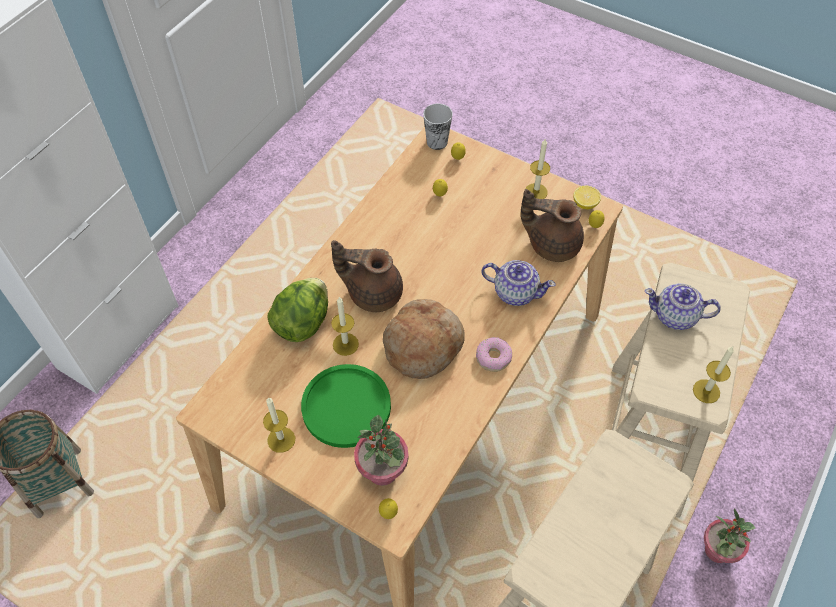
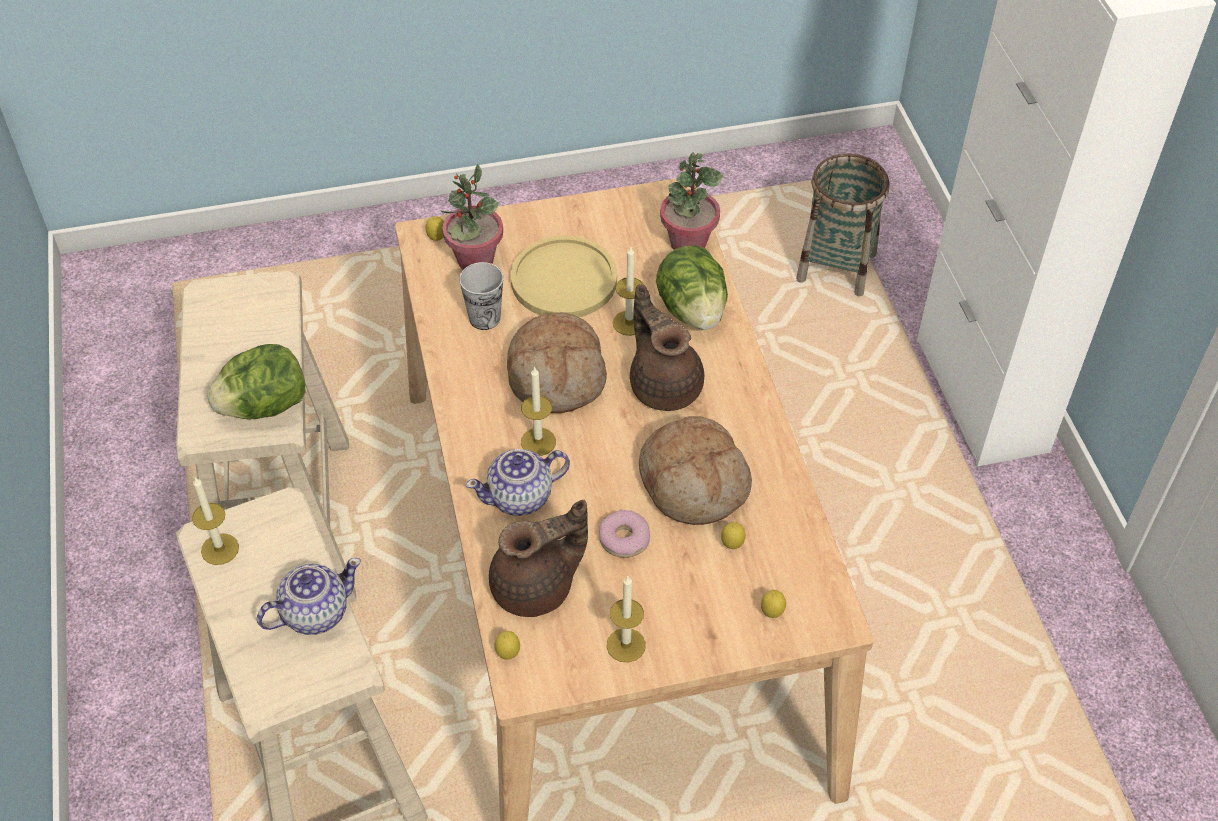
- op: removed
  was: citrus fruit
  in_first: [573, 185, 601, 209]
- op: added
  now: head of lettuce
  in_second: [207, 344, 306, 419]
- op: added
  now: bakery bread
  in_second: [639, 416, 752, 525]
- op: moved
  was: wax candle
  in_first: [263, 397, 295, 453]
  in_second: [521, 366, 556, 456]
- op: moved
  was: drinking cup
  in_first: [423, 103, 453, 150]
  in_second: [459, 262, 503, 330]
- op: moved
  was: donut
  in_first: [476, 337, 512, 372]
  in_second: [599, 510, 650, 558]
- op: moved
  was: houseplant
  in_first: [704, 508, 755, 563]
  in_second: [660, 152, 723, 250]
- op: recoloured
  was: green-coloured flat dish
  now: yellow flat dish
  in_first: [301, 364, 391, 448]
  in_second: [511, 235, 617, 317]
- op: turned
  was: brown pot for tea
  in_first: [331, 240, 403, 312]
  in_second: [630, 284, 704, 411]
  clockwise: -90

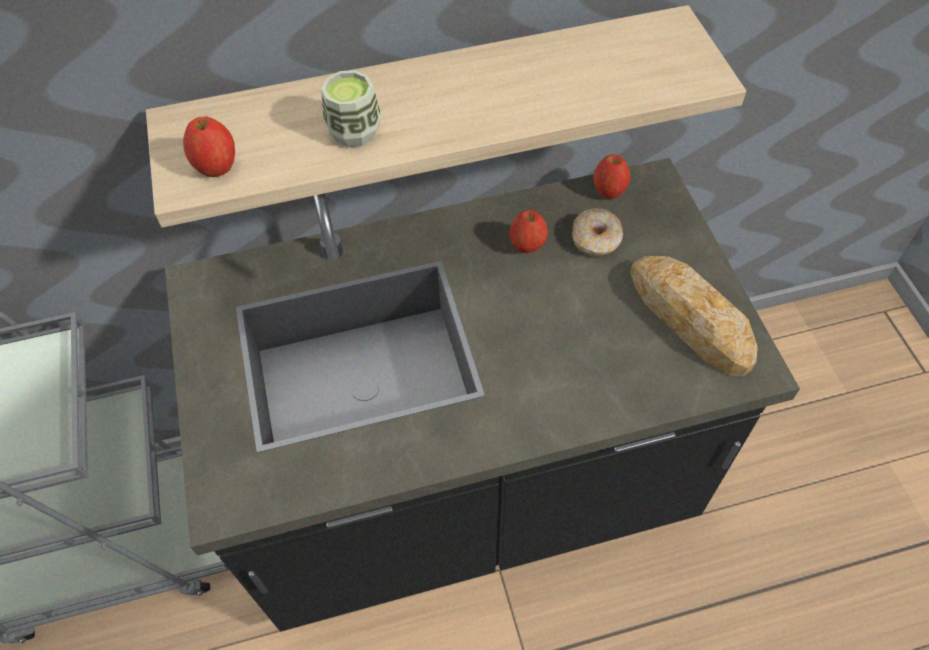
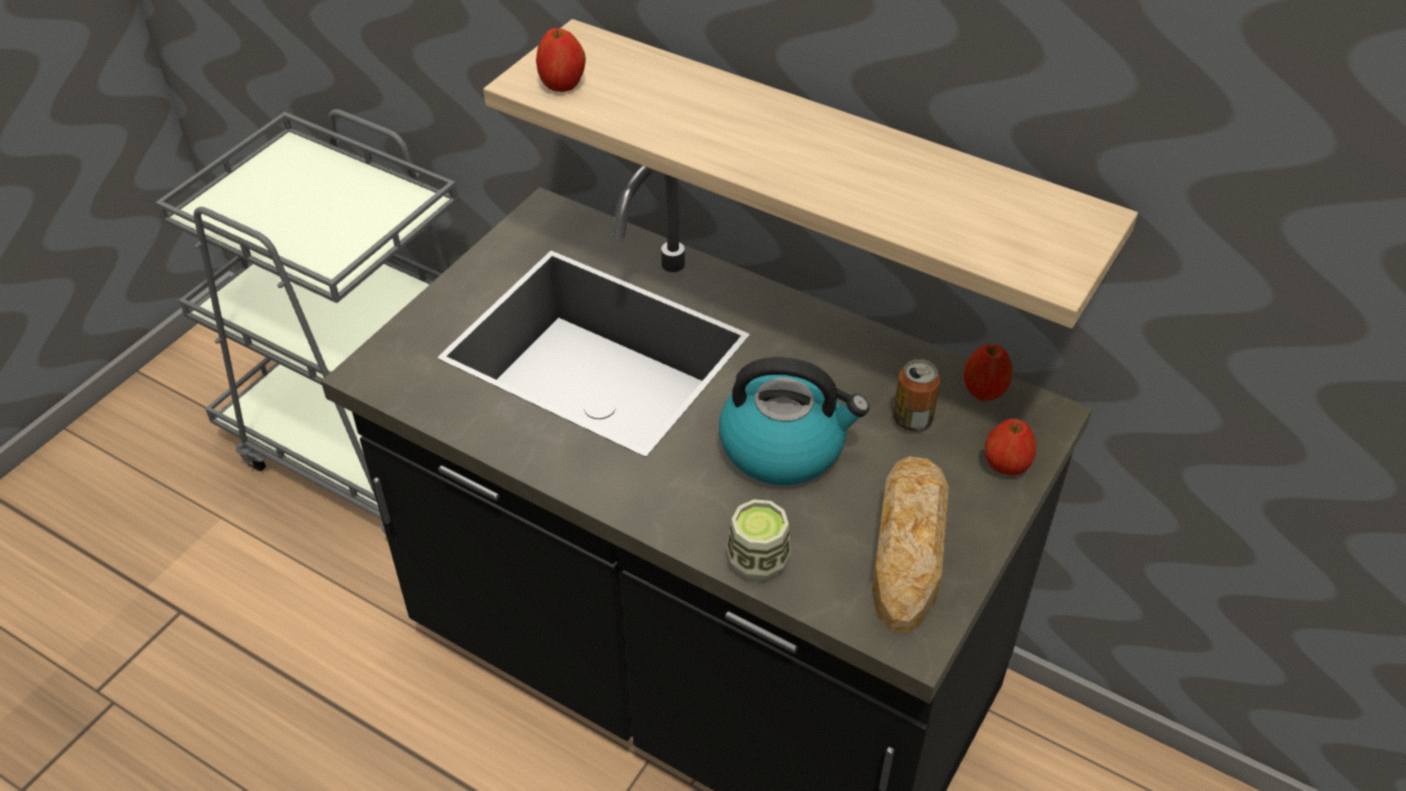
- op: added
  now: kettle
  in_second: [719, 357, 869, 485]
- op: moved
  was: drinking cup
  in_first: [321, 70, 382, 147]
  in_second: [726, 499, 791, 581]
- op: moved
  was: apple
  in_first: [510, 210, 548, 253]
  in_second: [985, 419, 1036, 476]
- op: replaced
  was: donut
  now: can
  in_first: [572, 208, 623, 257]
  in_second: [893, 359, 941, 431]

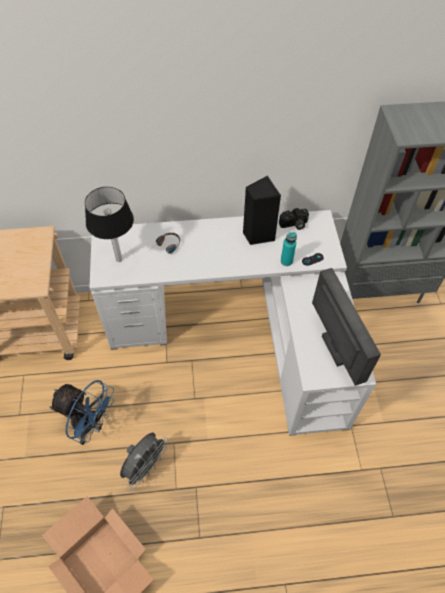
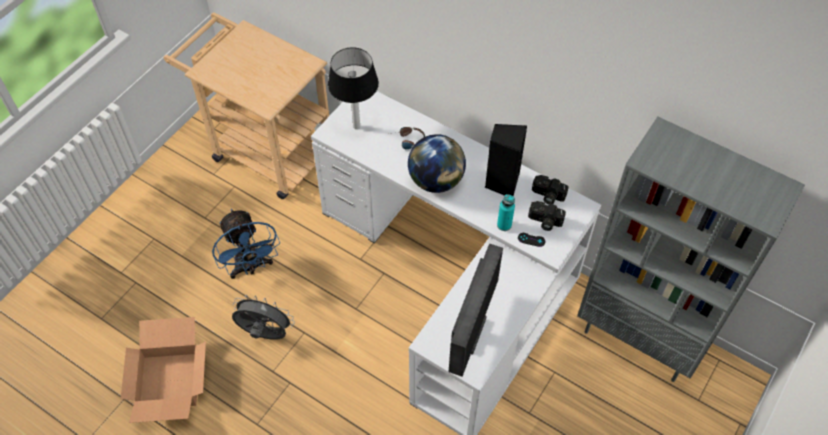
- op: added
  now: desk globe
  in_second: [408, 134, 466, 193]
- op: added
  now: still camera
  in_second: [528, 201, 566, 231]
- op: turned
  was: greyish electric fan
  in_first: [120, 433, 168, 489]
  in_second: [232, 295, 295, 340]
  clockwise: -150

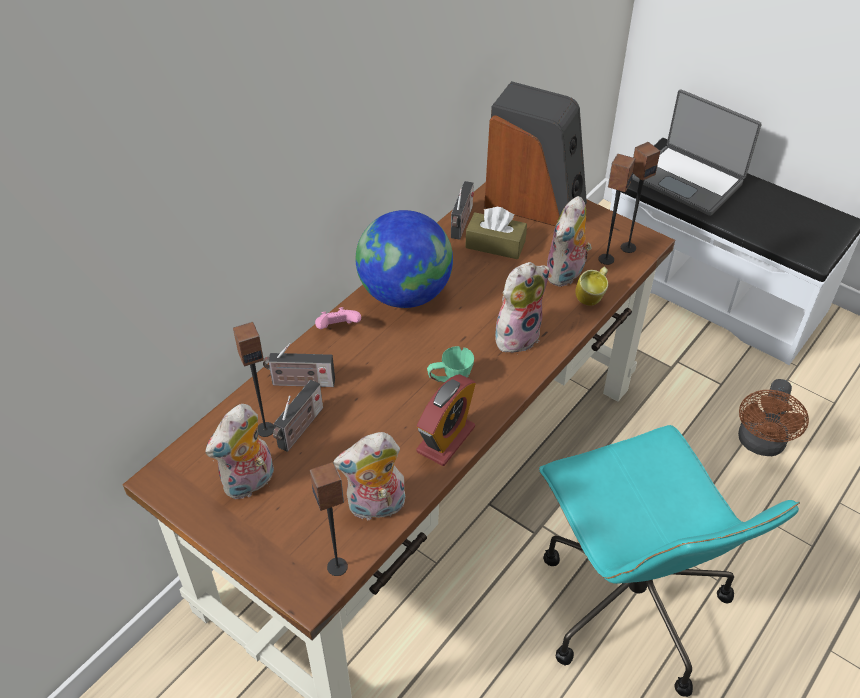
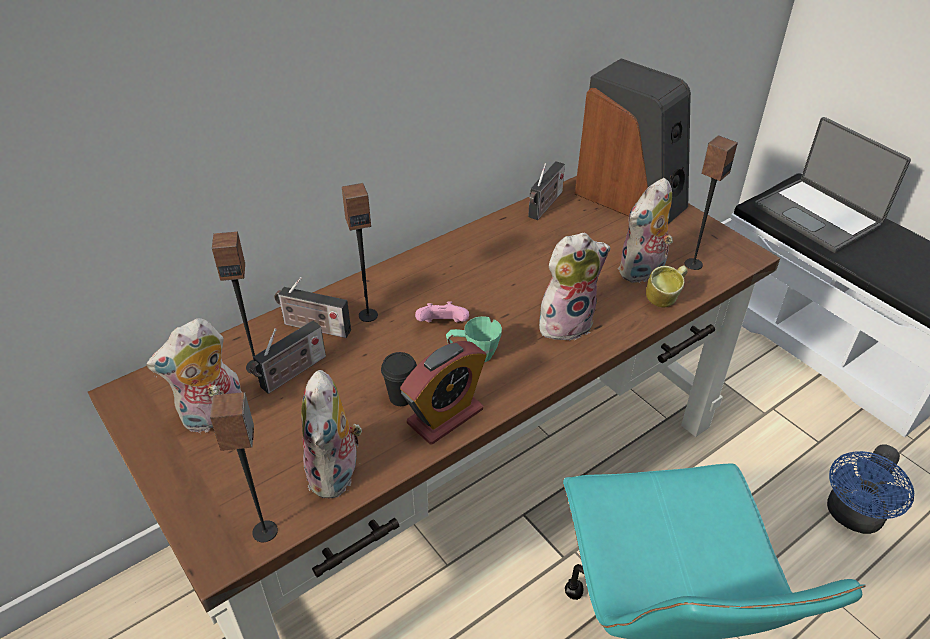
- op: removed
  was: desk globe
  in_first: [356, 210, 453, 308]
- op: removed
  was: brown box of tissues
  in_first: [465, 207, 527, 259]
- op: added
  now: black-coloured drinking cup
  in_second: [381, 352, 417, 406]
- op: moved
  was: pink-coloured gamepad
  in_first: [315, 307, 361, 329]
  in_second: [415, 301, 469, 322]
- op: moved
  was: loudspeaker
  in_first: [621, 142, 660, 253]
  in_second: [342, 183, 378, 322]
- op: recoloured
  was: brown electric fan
  now: blue-coloured electric fan
  in_first: [738, 379, 809, 456]
  in_second: [827, 444, 914, 534]
- op: turned
  was: cuddly toy
  in_first: [333, 432, 405, 521]
  in_second: [301, 370, 362, 499]
  clockwise: -90

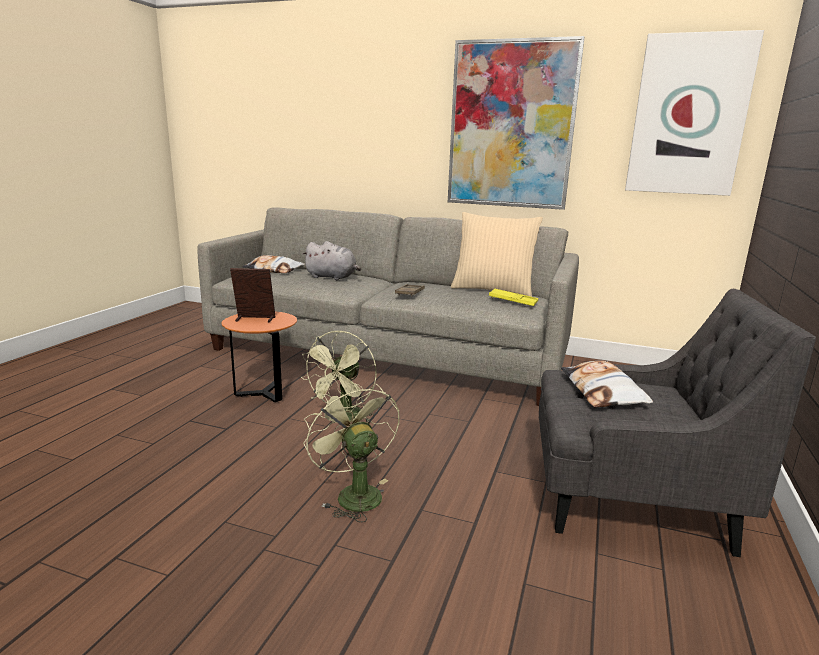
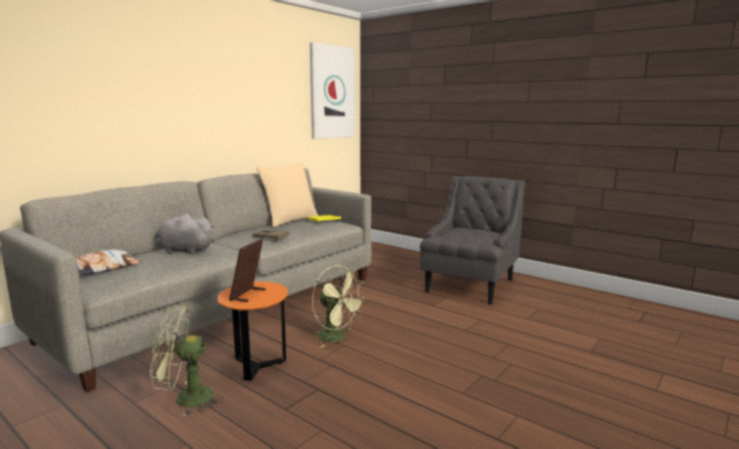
- op: removed
  was: wall art
  in_first: [448, 36, 585, 210]
- op: removed
  was: cushion
  in_first: [561, 361, 653, 407]
- op: moved
  was: green-coloured electric fan
  in_first: [304, 381, 400, 522]
  in_second: [150, 306, 223, 416]
- op: turned
  was: greyish cuddly toy
  in_first: [302, 241, 361, 280]
  in_second: [155, 214, 214, 254]
  clockwise: -120

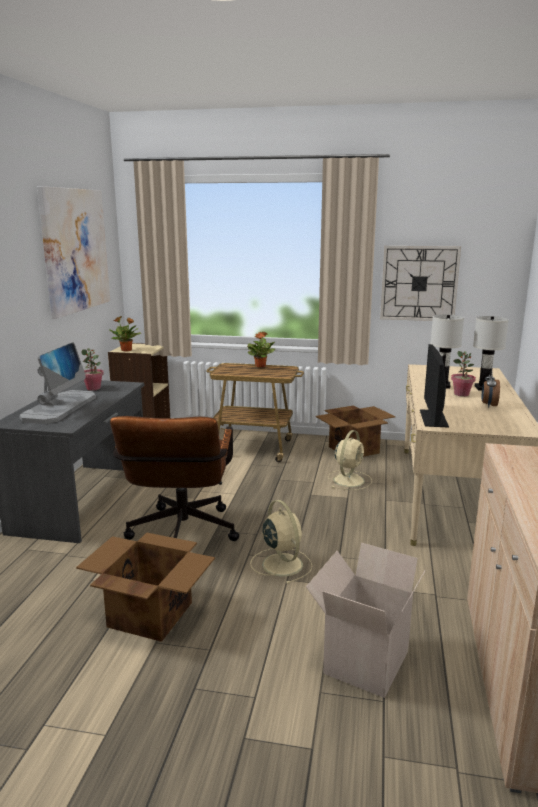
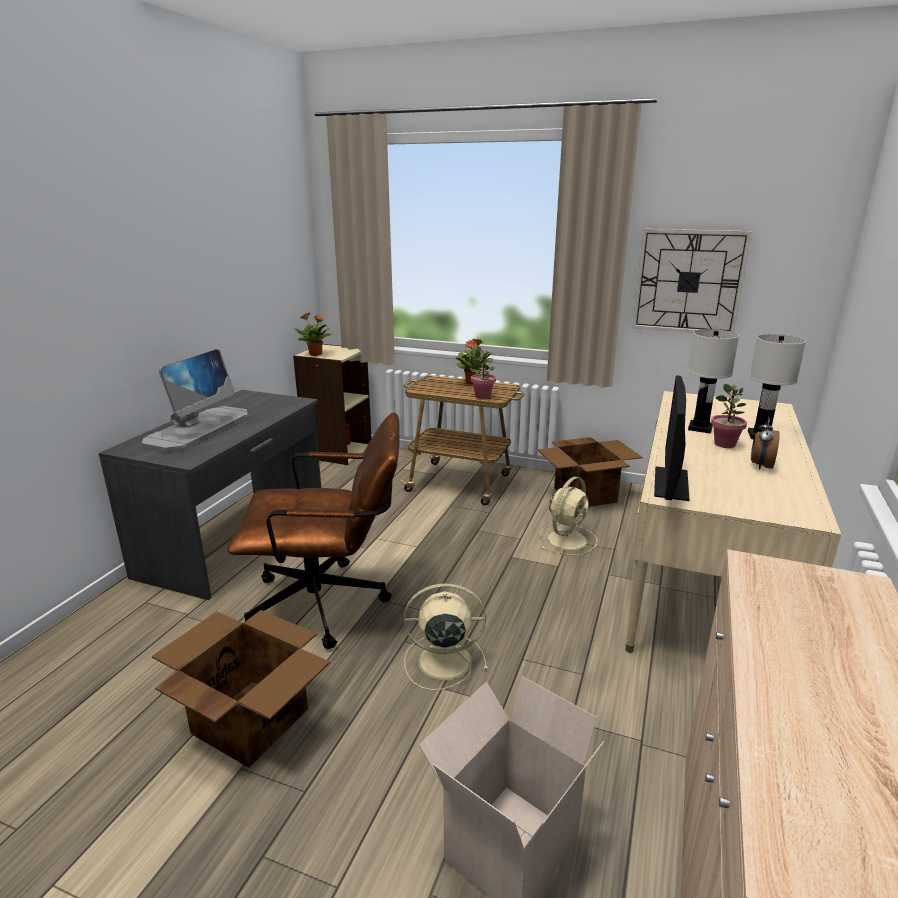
- op: removed
  was: wall art
  in_first: [37, 186, 110, 319]
- op: moved
  was: houseplant
  in_first: [81, 348, 104, 391]
  in_second: [471, 350, 496, 399]
- op: turned
  was: brown office chair
  in_first: [110, 416, 239, 541]
  in_second: [227, 412, 400, 649]
  clockwise: -105
- op: turned
  was: beige-coloured electric fan
  in_first: [250, 500, 313, 584]
  in_second: [404, 583, 488, 690]
  clockwise: -75

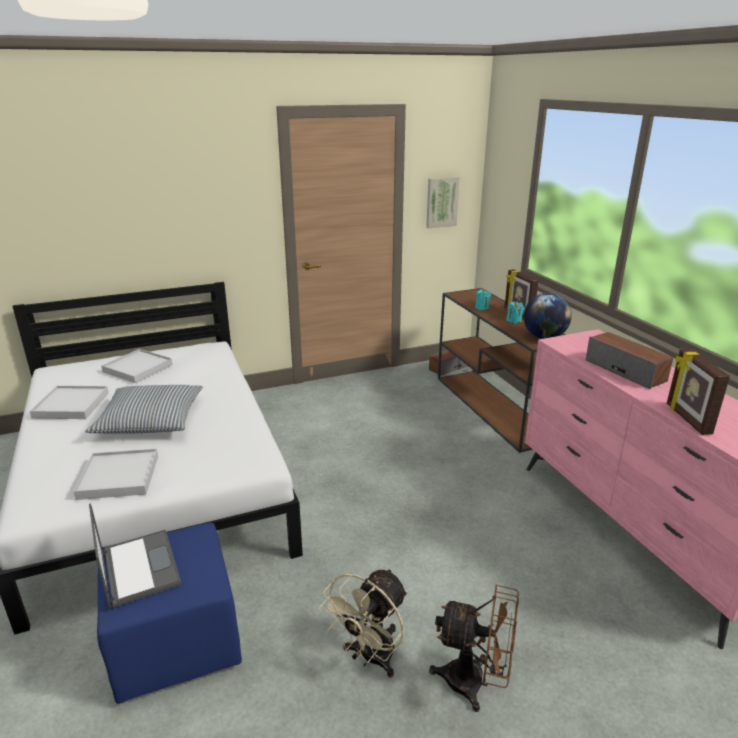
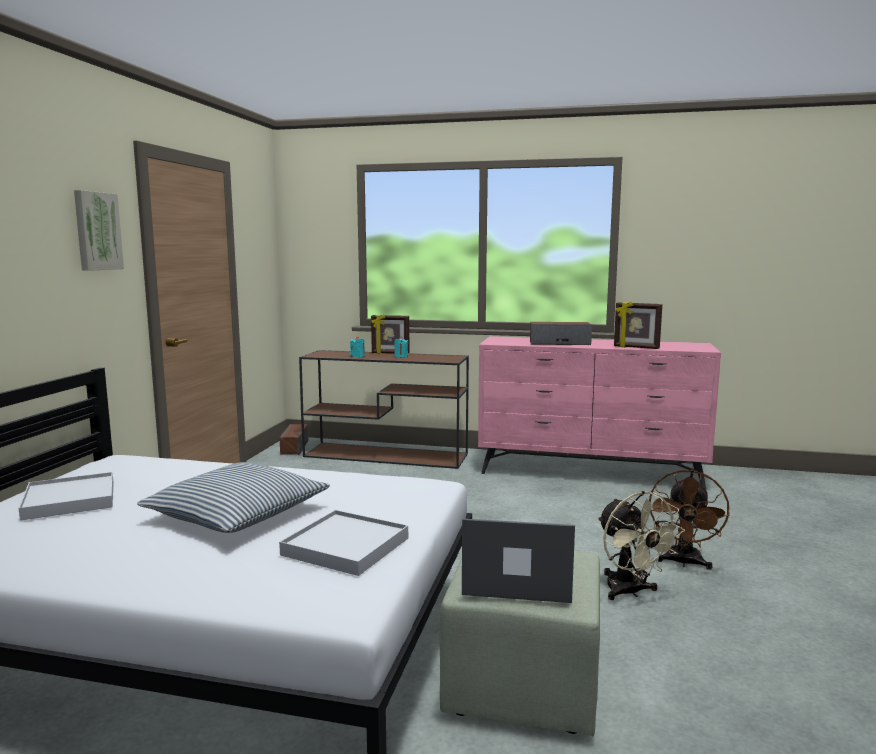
- op: removed
  was: white serving tray
  in_first: [30, 386, 109, 419]
- op: removed
  was: desk globe
  in_first: [524, 293, 572, 339]
- op: moved
  was: wall art
  in_first: [426, 177, 460, 228]
  in_second: [74, 190, 124, 271]
- op: recoloured
  was: blue-coloured ottoman
  now: green-coloured ottoman
  in_first: [97, 523, 242, 704]
  in_second: [440, 550, 600, 736]
- op: turned
  was: brown electric fan
  in_first: [429, 585, 519, 712]
  in_second: [649, 470, 730, 570]
  clockwise: 150

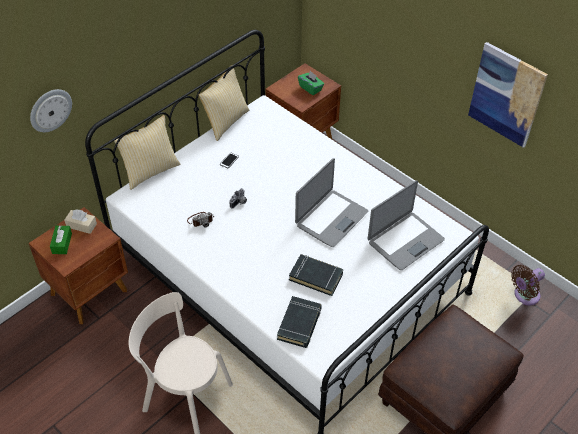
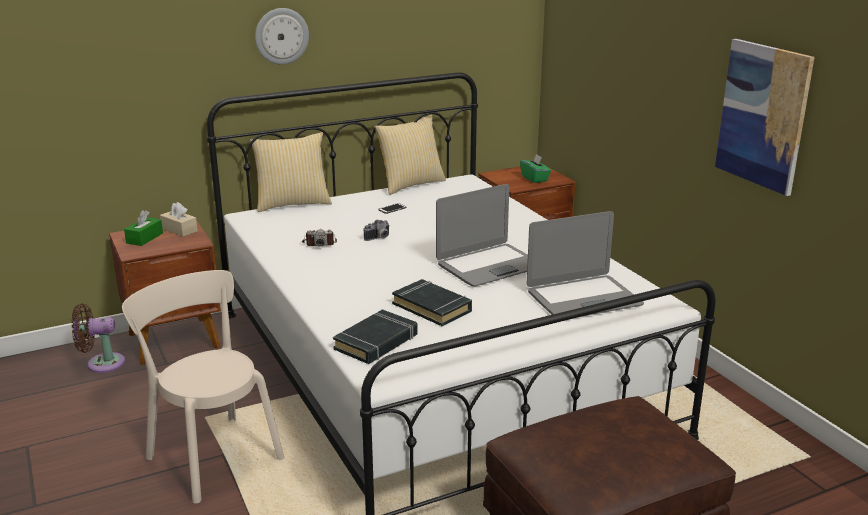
- op: moved
  was: clock on the wall
  in_first: [30, 89, 72, 132]
  in_second: [255, 8, 309, 65]
- op: moved
  was: brown electric fan
  in_first: [511, 265, 545, 306]
  in_second: [72, 304, 125, 373]

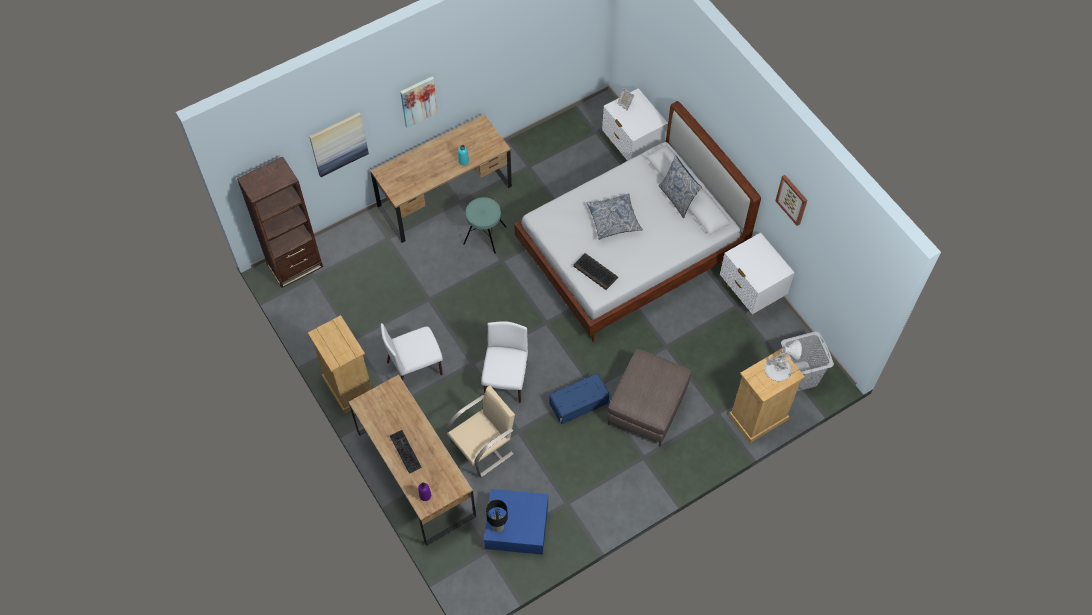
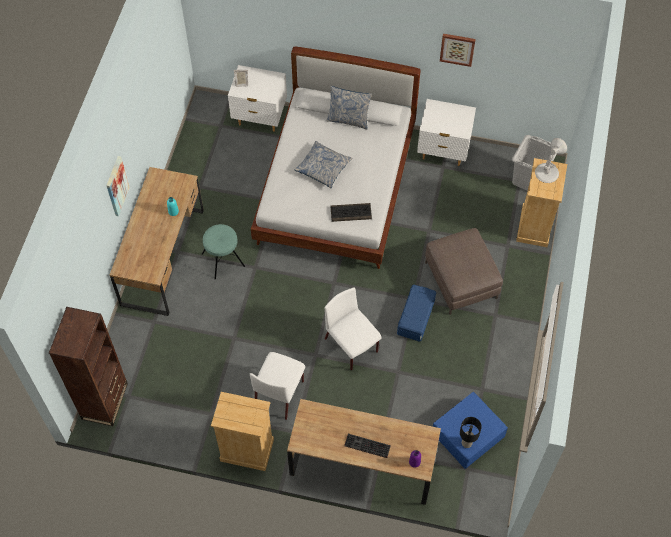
- op: removed
  was: wall art
  in_first: [309, 113, 369, 177]
- op: removed
  was: beige-coloured chair
  in_first: [447, 386, 515, 477]

